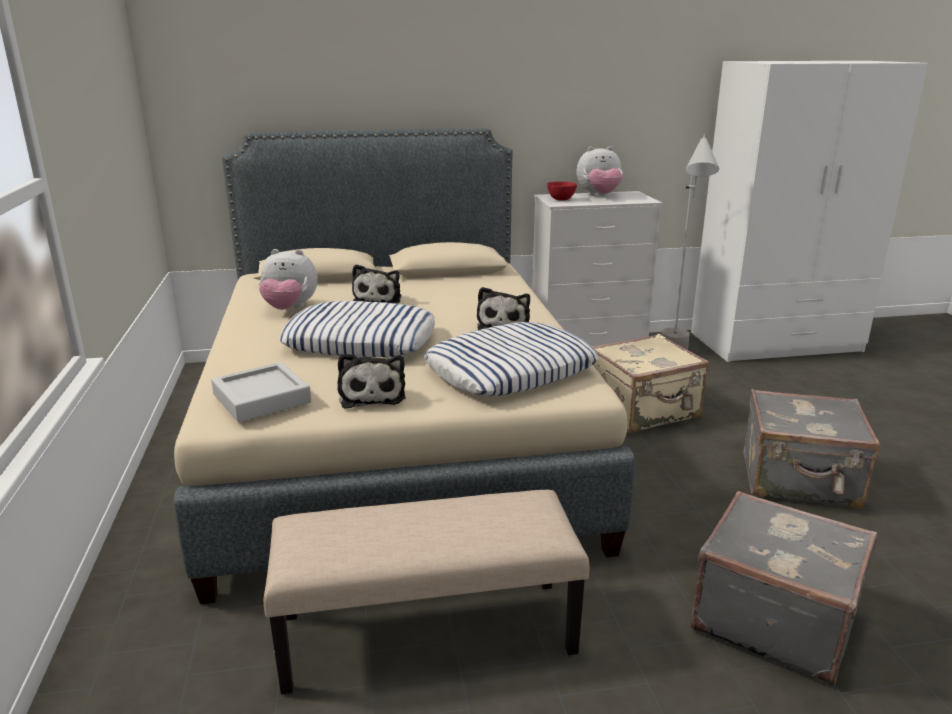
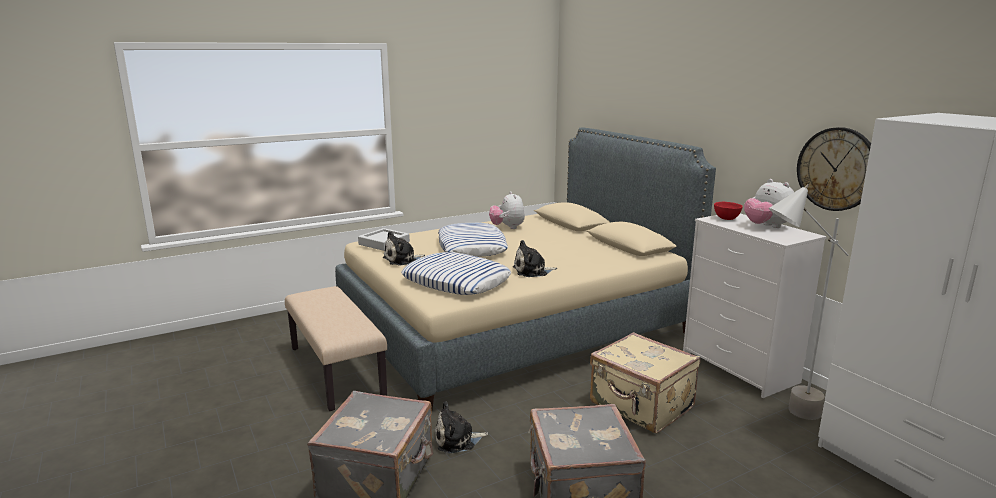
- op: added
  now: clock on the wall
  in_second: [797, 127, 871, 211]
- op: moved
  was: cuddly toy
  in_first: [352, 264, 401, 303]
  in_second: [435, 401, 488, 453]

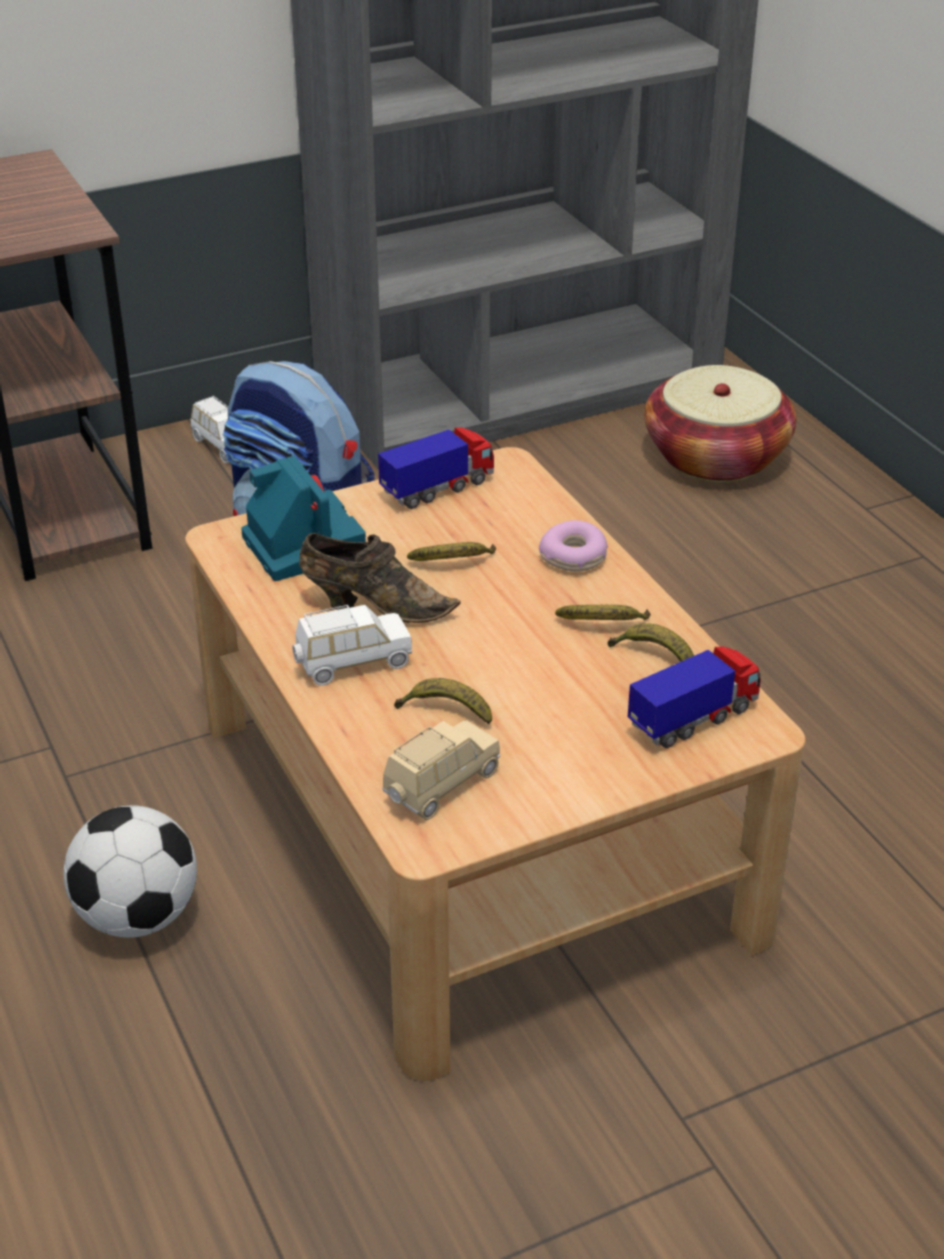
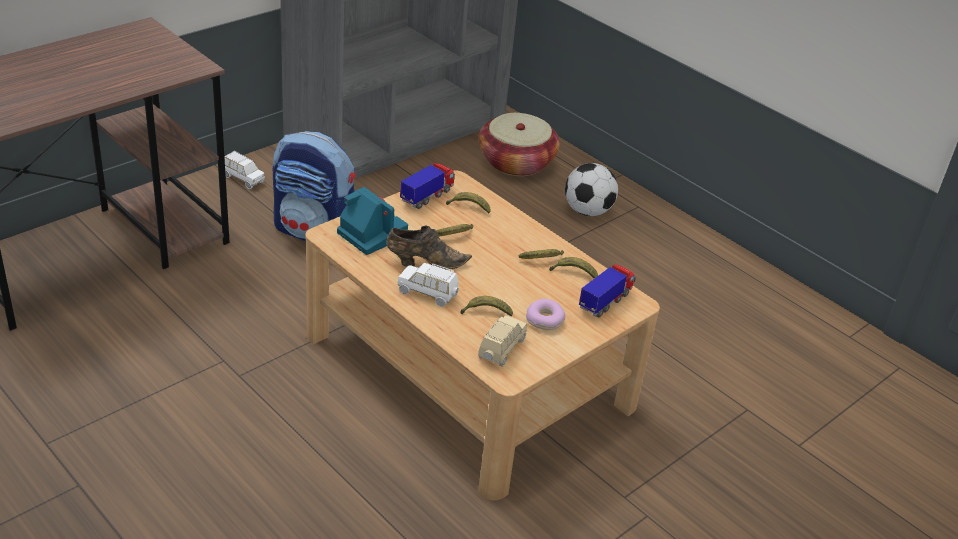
- op: added
  now: banana fruit
  in_second: [446, 192, 491, 213]
- op: moved
  was: ball for football
  in_first: [63, 805, 197, 938]
  in_second: [565, 163, 618, 216]
- op: moved
  was: donut
  in_first: [539, 520, 608, 572]
  in_second: [526, 299, 565, 330]
- op: turned
  was: white model car
  in_first: [292, 605, 412, 686]
  in_second: [397, 263, 459, 307]
  clockwise: -120

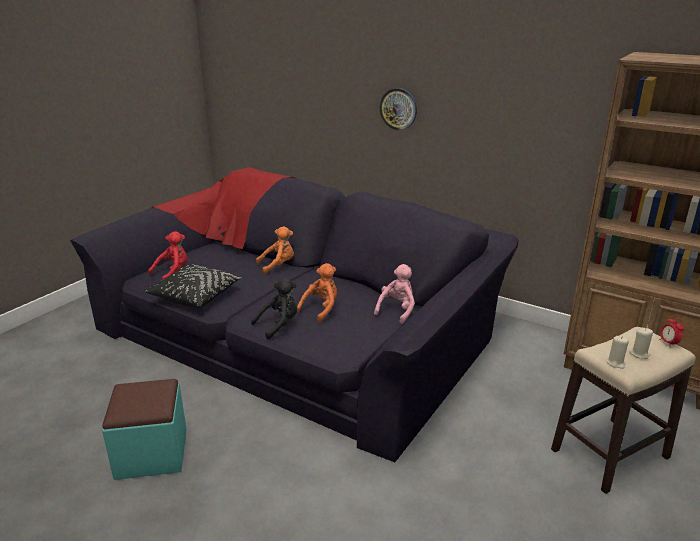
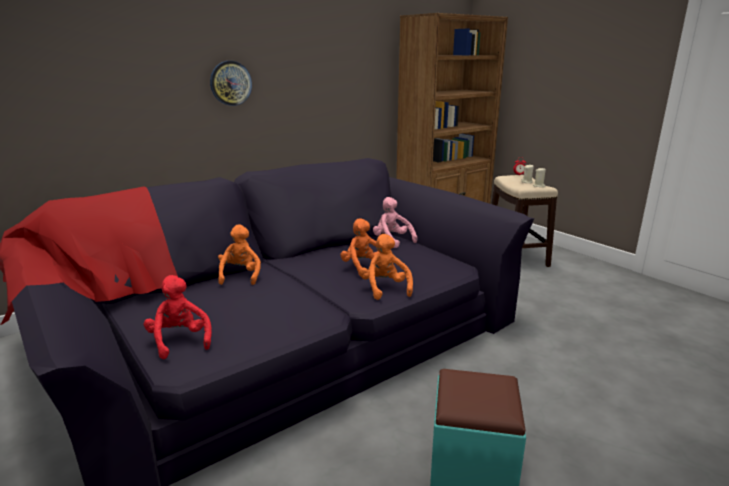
- op: removed
  was: black-coloured cushion
  in_first: [146, 264, 242, 307]
- op: recoloured
  was: black-coloured cuddly toy
  now: orange-coloured cuddly toy
  in_first: [251, 278, 297, 339]
  in_second: [359, 234, 413, 300]

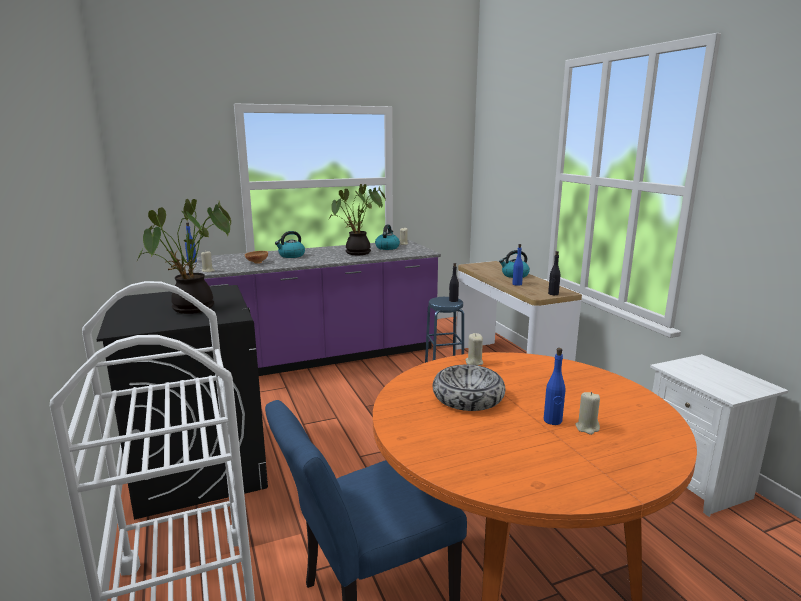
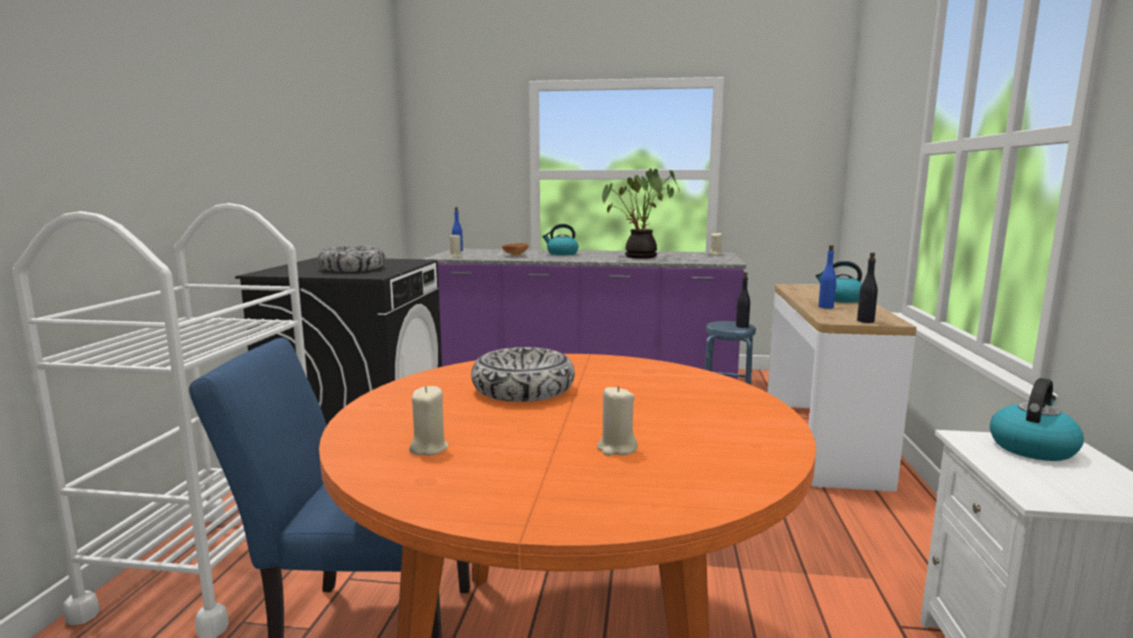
- op: removed
  was: blue-coloured bottle
  in_first: [544, 348, 565, 425]
- op: moved
  was: kettle
  in_first: [375, 225, 400, 250]
  in_second: [990, 378, 1084, 461]
- op: moved
  was: beige-coloured wax candle
  in_first: [465, 333, 483, 366]
  in_second: [409, 386, 448, 456]
- op: replaced
  was: houseplant
  now: serving bowl
  in_first: [137, 199, 231, 314]
  in_second: [317, 246, 385, 272]

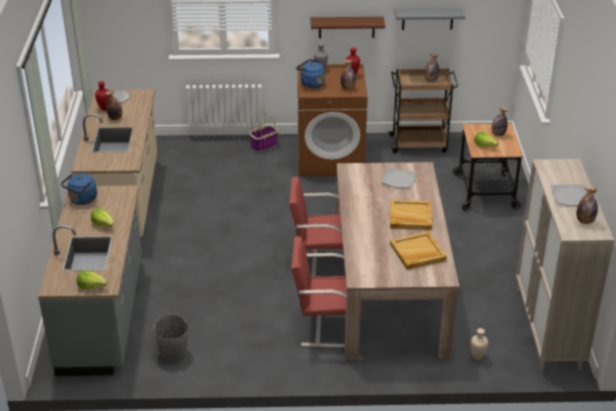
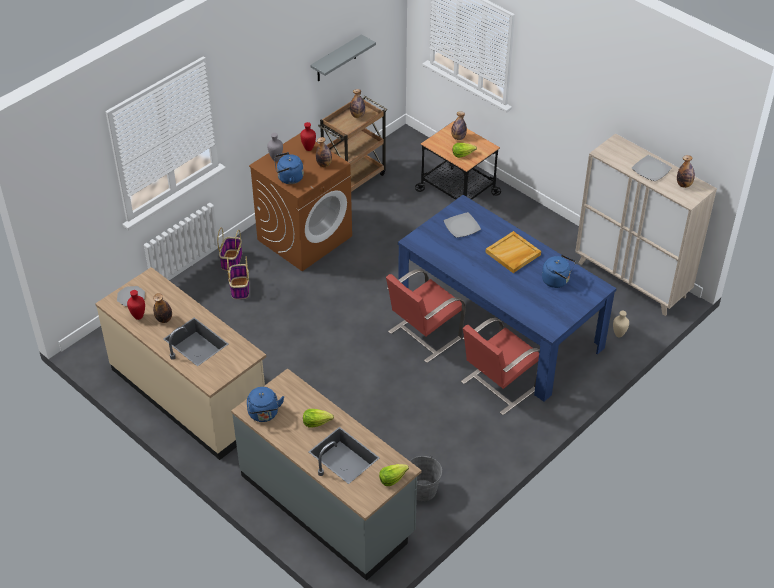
- op: removed
  was: brown wall shelf
  in_first: [311, 17, 385, 39]
- op: added
  now: household basket
  in_second: [227, 256, 249, 299]
- op: replaced
  was: beige-coloured serving tray
  now: blue-coloured kettle
  in_first: [390, 232, 447, 270]
  in_second: [542, 255, 576, 288]
- op: recoloured
  was: beige-coloured dining table
  now: blue-coloured dining table
  in_first: [336, 162, 460, 360]
  in_second: [398, 195, 617, 402]

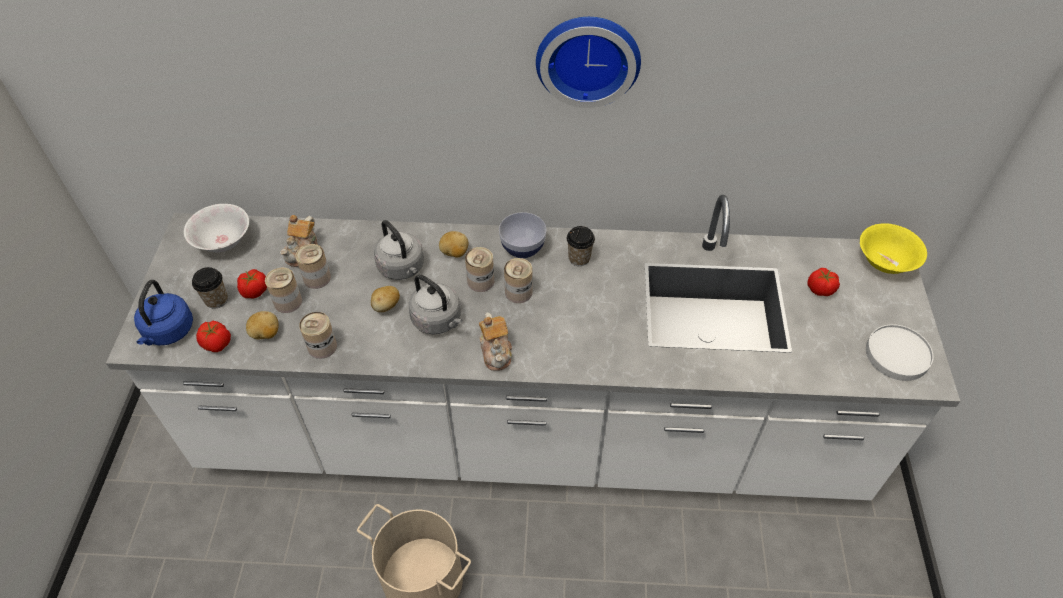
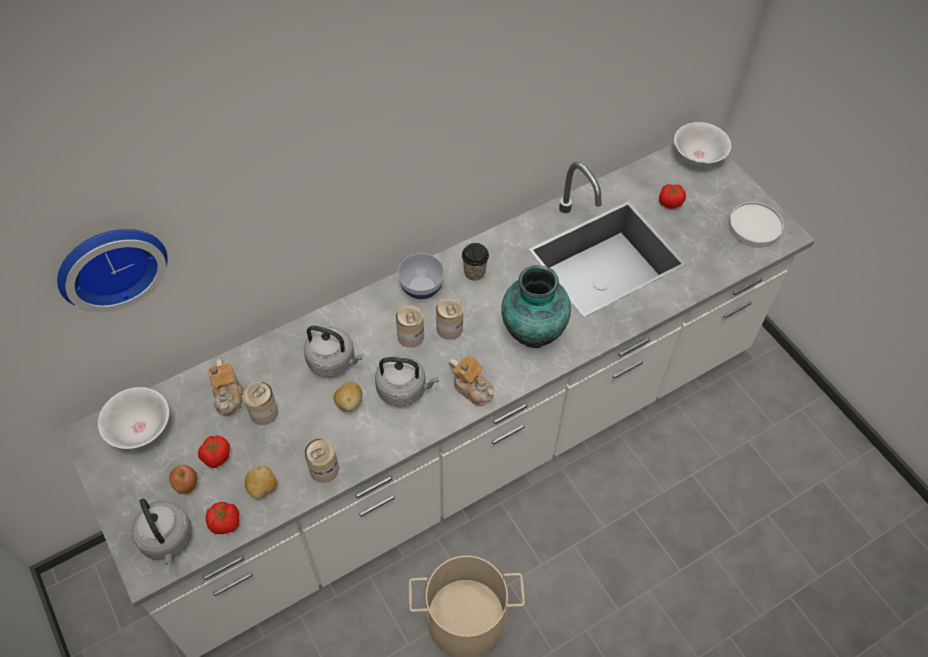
- op: removed
  was: can
  in_first: [265, 267, 302, 313]
- op: removed
  was: spud
  in_first: [439, 231, 468, 258]
- op: added
  now: decorative vase
  in_second: [501, 265, 571, 348]
- op: moved
  was: clock on the wall
  in_first: [536, 17, 641, 108]
  in_second: [57, 229, 168, 312]
- op: replaced
  was: drinking cup
  now: apple
  in_first: [192, 267, 228, 309]
  in_second: [169, 465, 197, 494]
- op: recoloured
  was: blue-coloured kettle
  now: greyish kettle
  in_first: [134, 280, 193, 346]
  in_second: [132, 499, 192, 565]
- op: recoloured
  was: yellow serving bowl
  now: white serving bowl
  in_first: [860, 224, 927, 274]
  in_second: [674, 122, 731, 166]

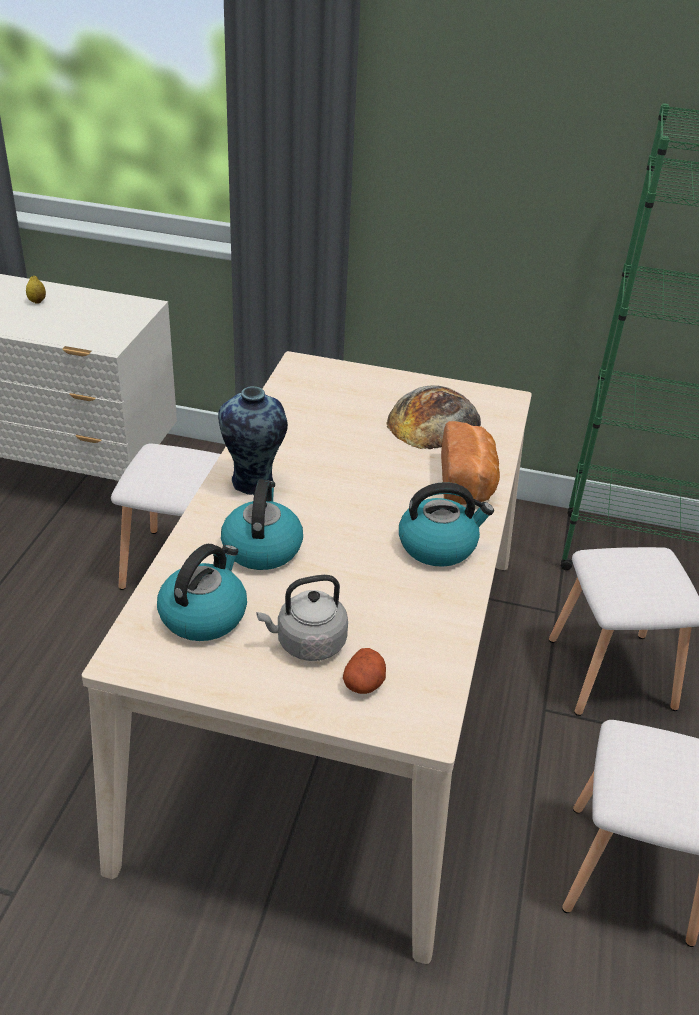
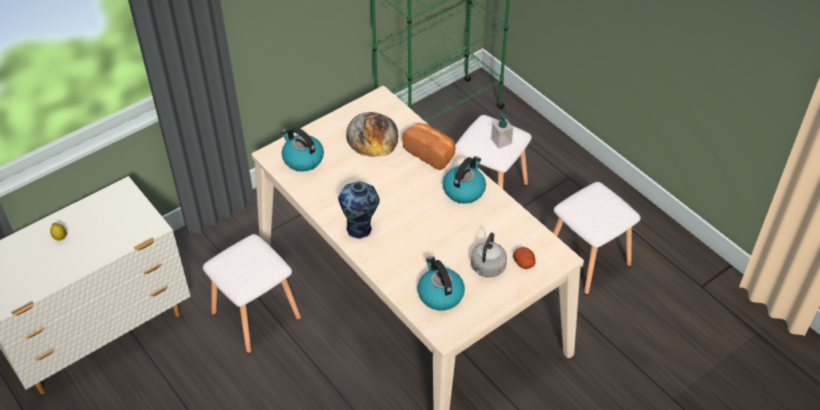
- op: added
  now: soap bottle
  in_second: [491, 112, 514, 149]
- op: moved
  was: kettle
  in_first: [221, 479, 303, 570]
  in_second: [281, 127, 324, 172]

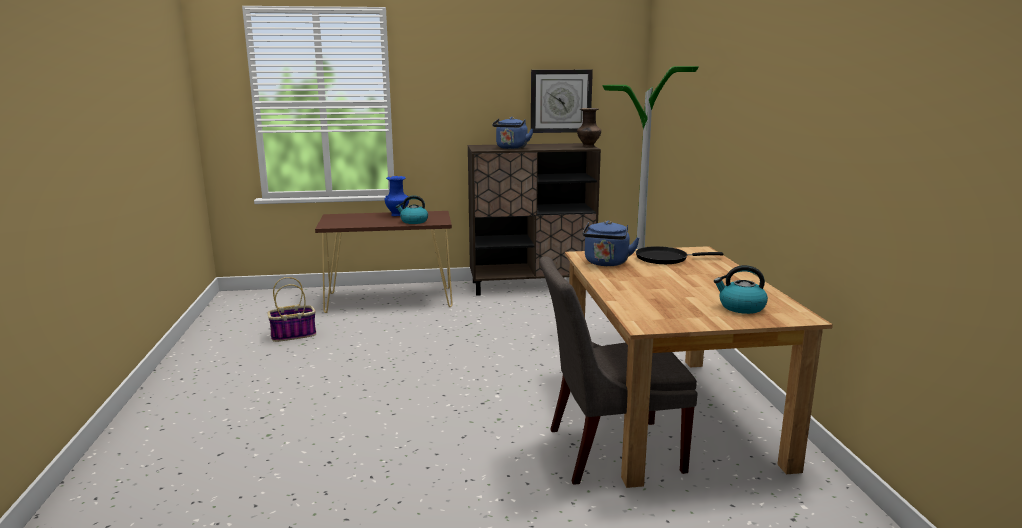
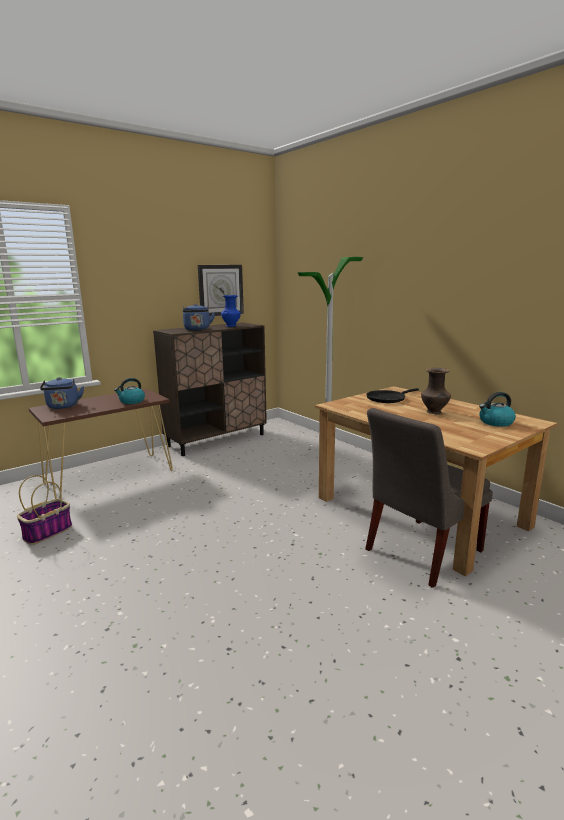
- op: moved
  was: blue-coloured decorative vase
  in_first: [385, 176, 409, 216]
  in_second: [221, 295, 241, 327]
- op: moved
  was: brown decorative vase
  in_first: [577, 108, 601, 147]
  in_second: [421, 368, 451, 414]
- op: moved
  was: blue-coloured kettle
  in_first: [582, 220, 640, 266]
  in_second: [40, 377, 84, 409]

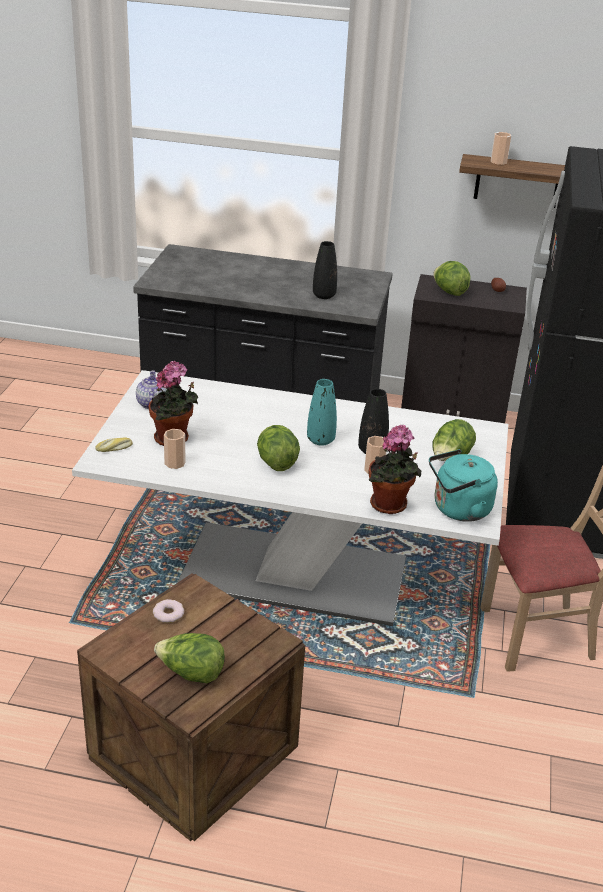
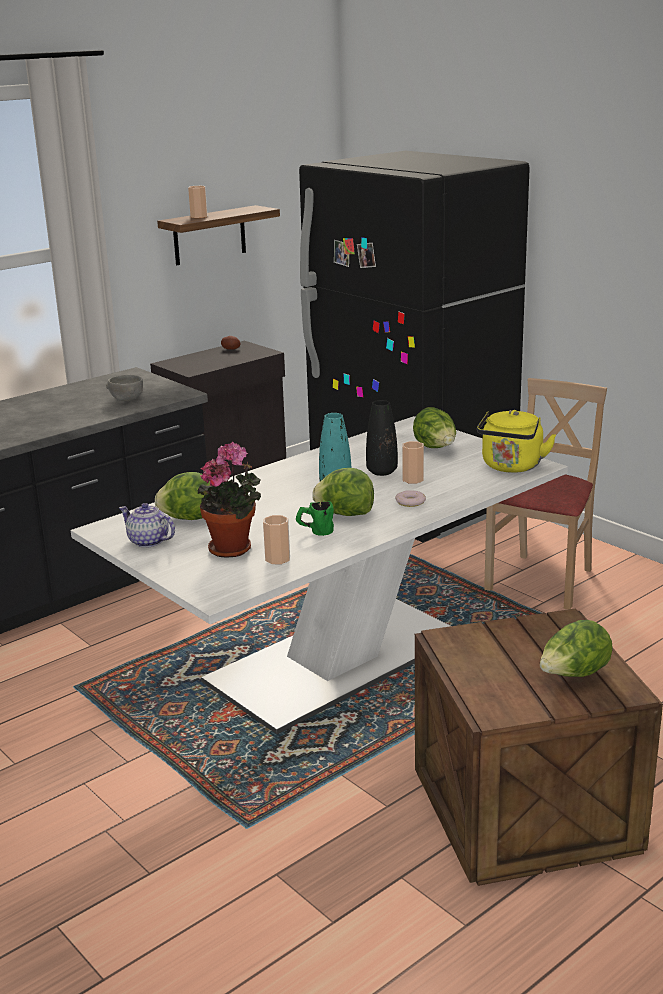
- op: removed
  was: bakery bread
  in_first: [95, 438, 133, 452]
- op: removed
  was: houseplant
  in_first: [368, 425, 421, 514]
- op: added
  now: green-coloured tea mug
  in_second: [296, 501, 334, 536]
- op: moved
  was: donut
  in_first: [153, 599, 184, 623]
  in_second: [395, 490, 426, 507]
- op: moved
  was: head of lettuce
  in_first: [433, 261, 471, 296]
  in_second: [155, 472, 210, 520]
- op: replaced
  was: black-coloured decorative vase
  now: greyish serving bowl
  in_first: [313, 241, 337, 299]
  in_second: [106, 375, 143, 401]
- op: recoloured
  was: turquoise-coloured kettle
  now: yellow kettle
  in_first: [429, 449, 498, 522]
  in_second: [477, 410, 556, 473]

